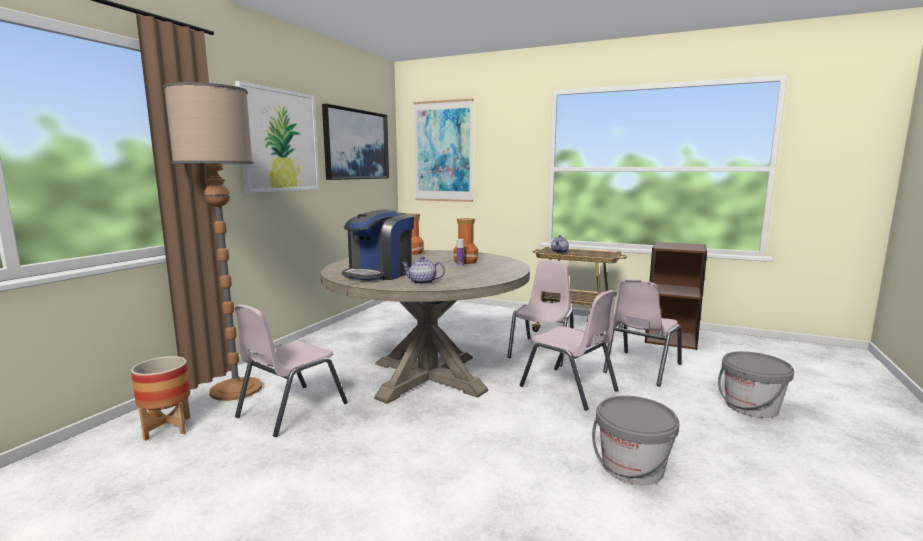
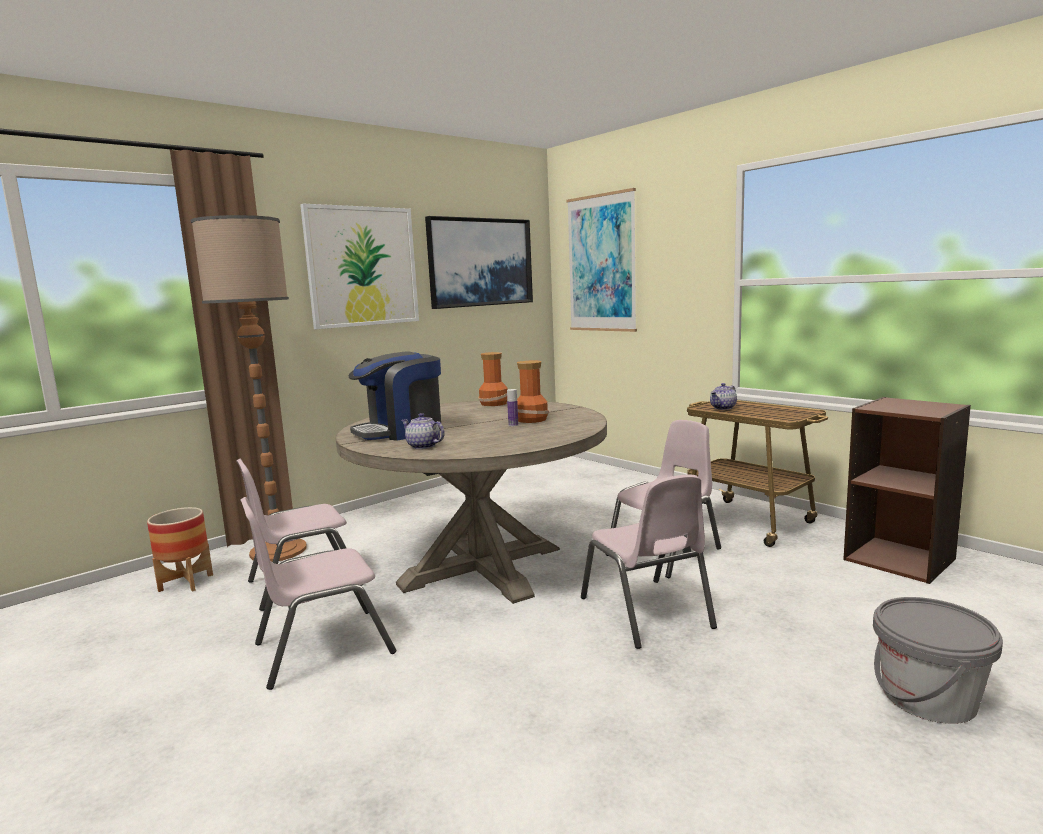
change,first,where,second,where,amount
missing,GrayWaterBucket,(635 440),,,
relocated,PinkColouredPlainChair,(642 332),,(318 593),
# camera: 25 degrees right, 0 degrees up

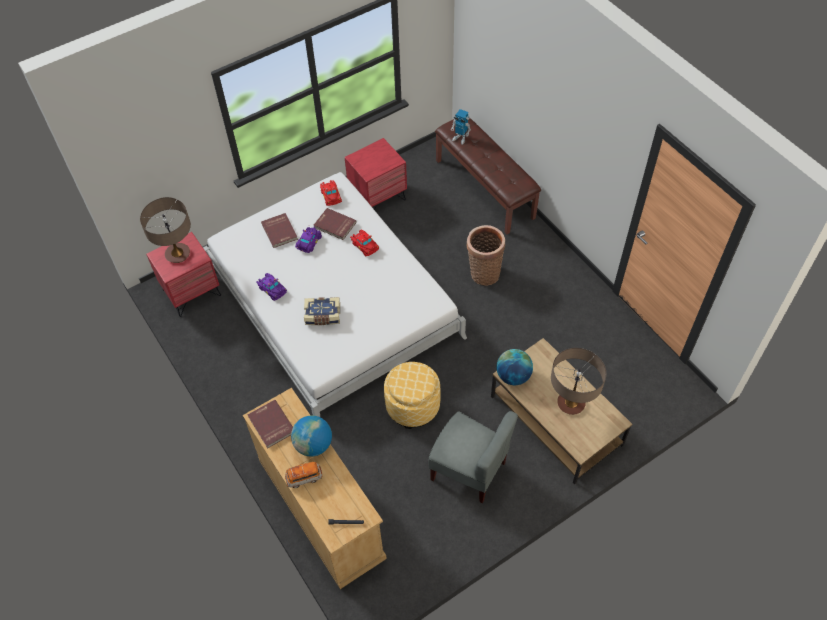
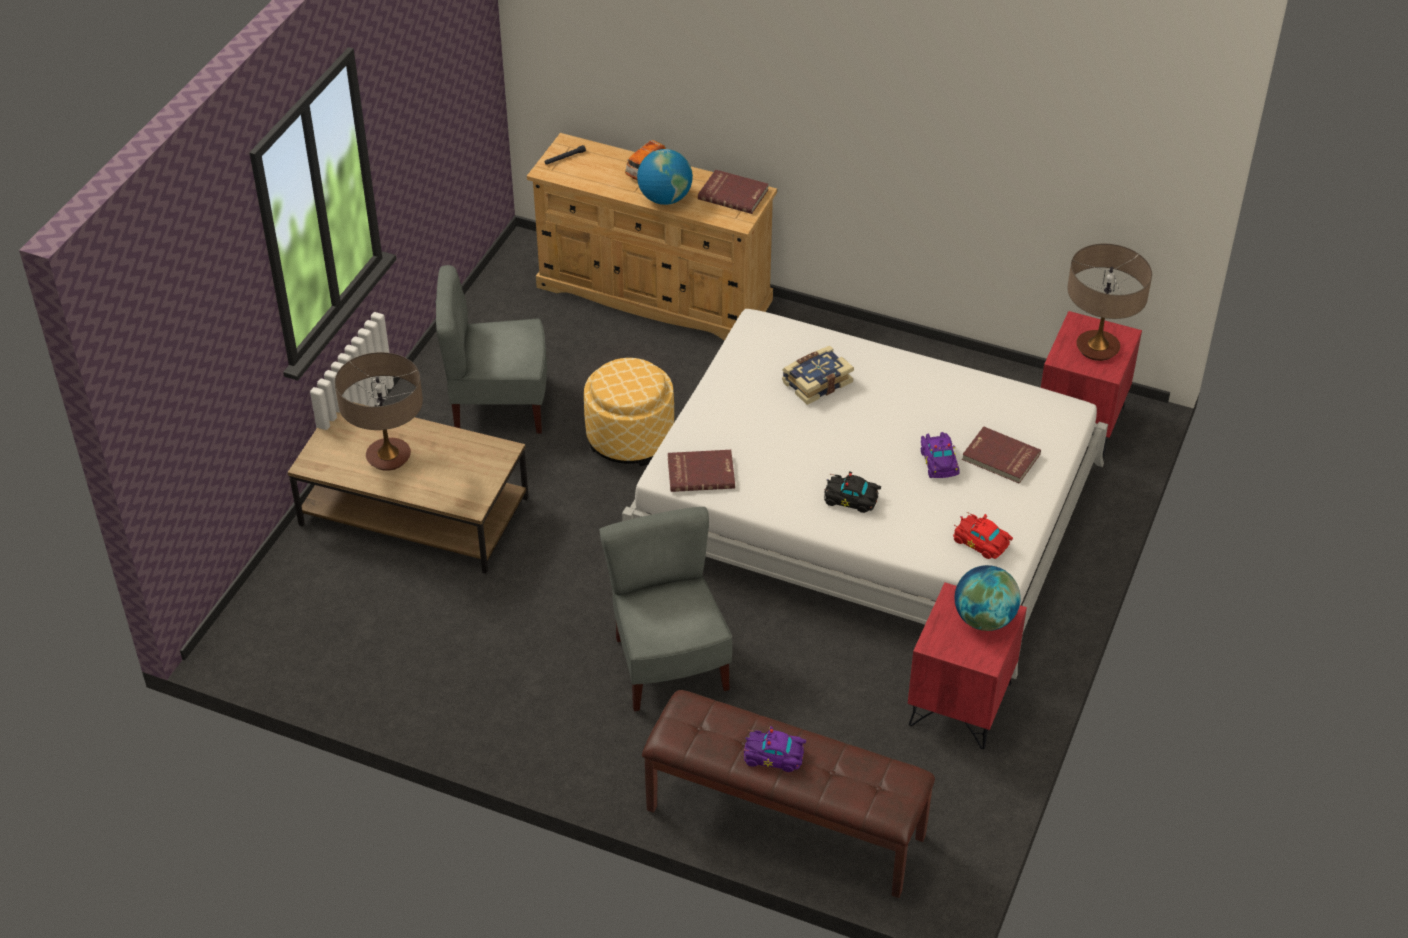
change,first,where,second,where,amount
relocated,PurpleColouredModelCar,(271 287),,(775 749),
relocated,ReddishBook,(335 224),,(701 471),
colour,ReddishModelCar,(364 243),BlackishModelCar,(852 492),
missing,RobotFigure,(461 127),,,
exchanged,HouseholdBasket,(485 255),GrayPlainChair,(665 609),
relocated,Globe,(514 367),,(987 598),
# camera: 145 degrees right, 10 degrees down

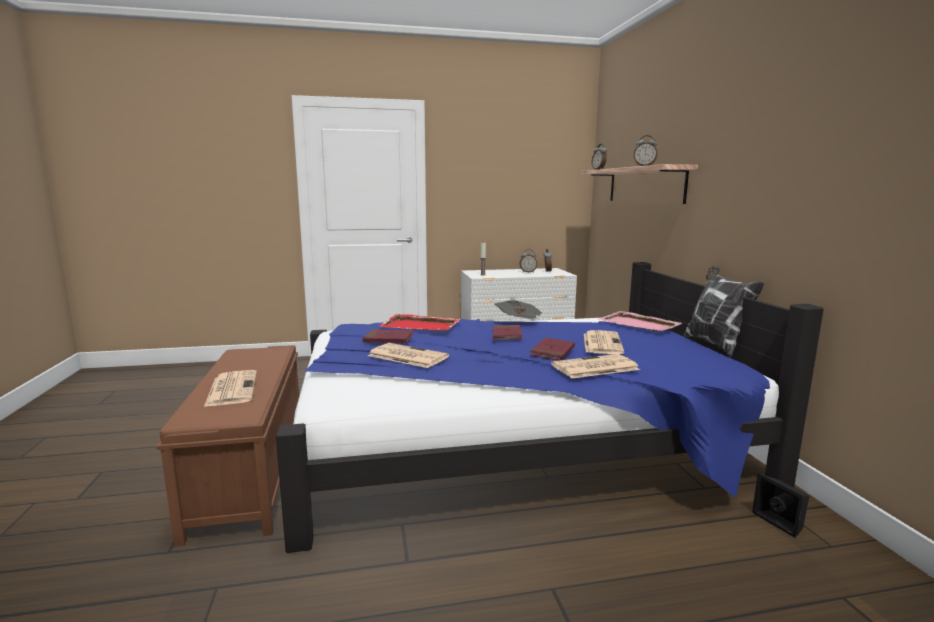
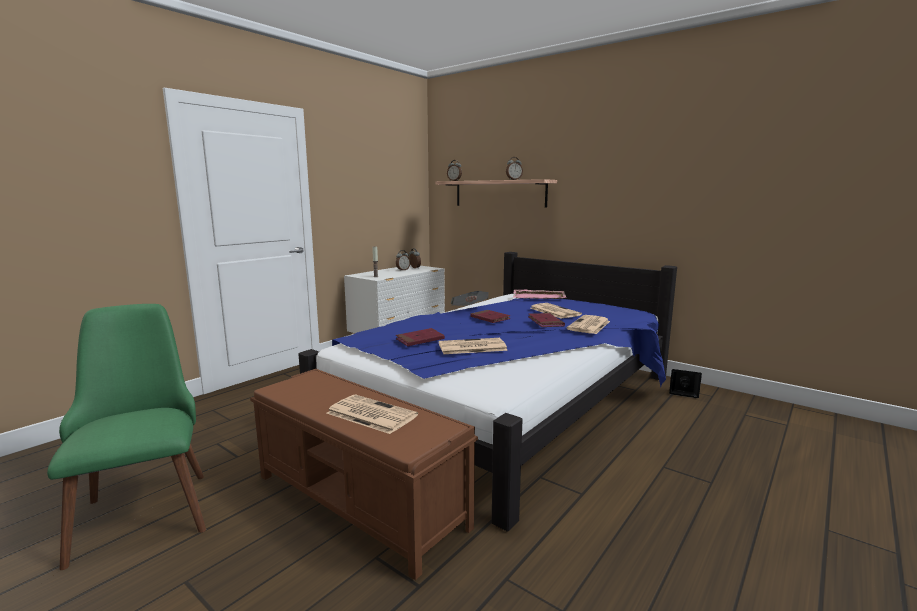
change,first,where,second,where,amount
missing,ReddishCarryingTray,(419 322),,,
missing,Cushion,(724 311),,,
appeared,,,GreenColouredPlainChair,(126 437),
# camera: 40 degrees left, 0 degrees up

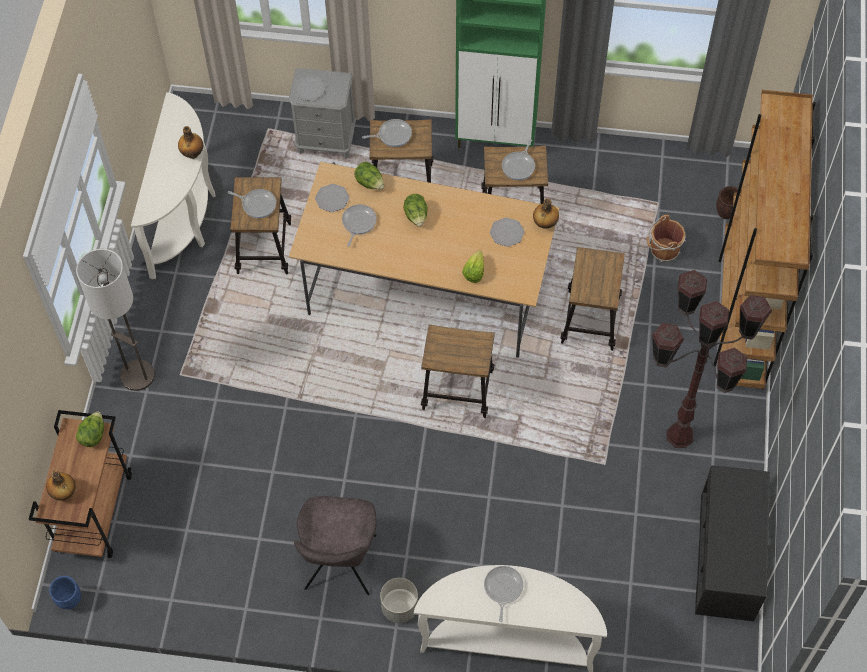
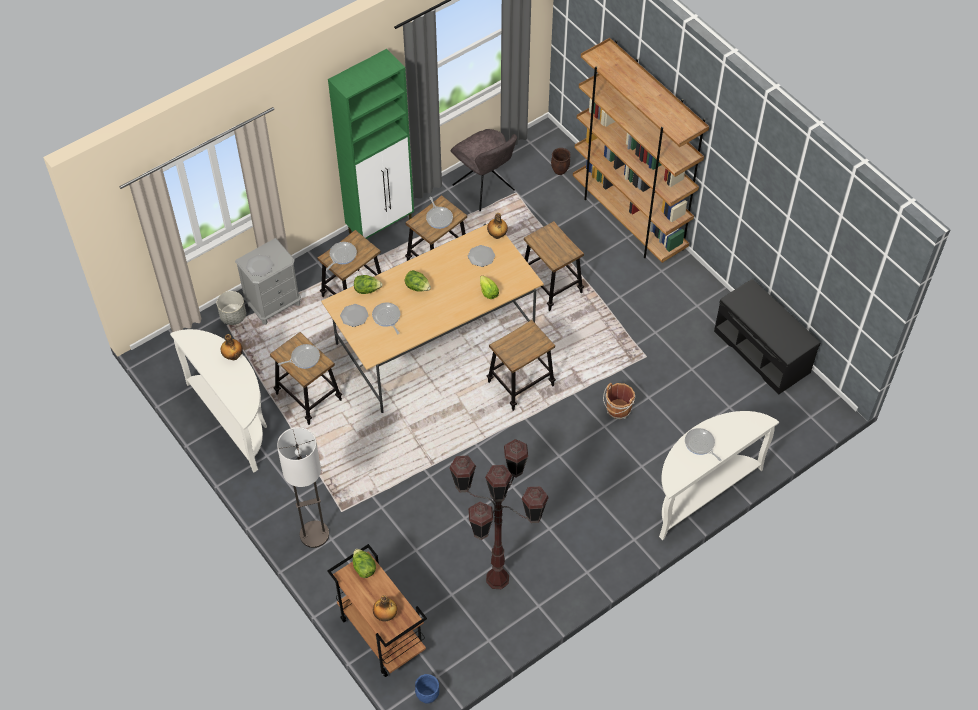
change,first,where,second,where,amount
relocated,GrayPlainChair,(335 545),,(484 170),
relocated,GrayFlowerPot,(399 600),,(231 308),
relocated,BrownishWaterBucket,(666 238),,(619 401),
relocated,BrownishFloorLamp,(712 359),,(499 514),
# camera: 45 degrees left, 5 degrees down

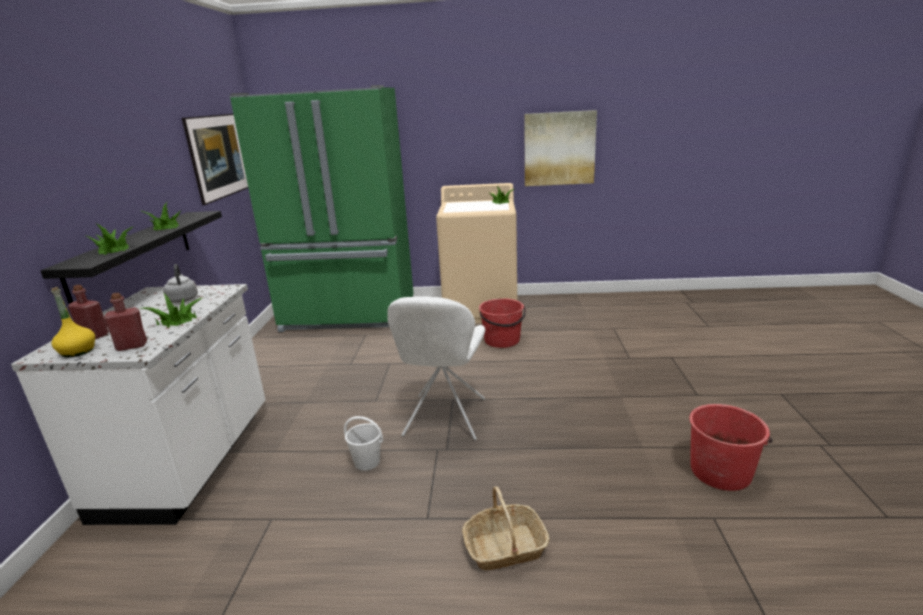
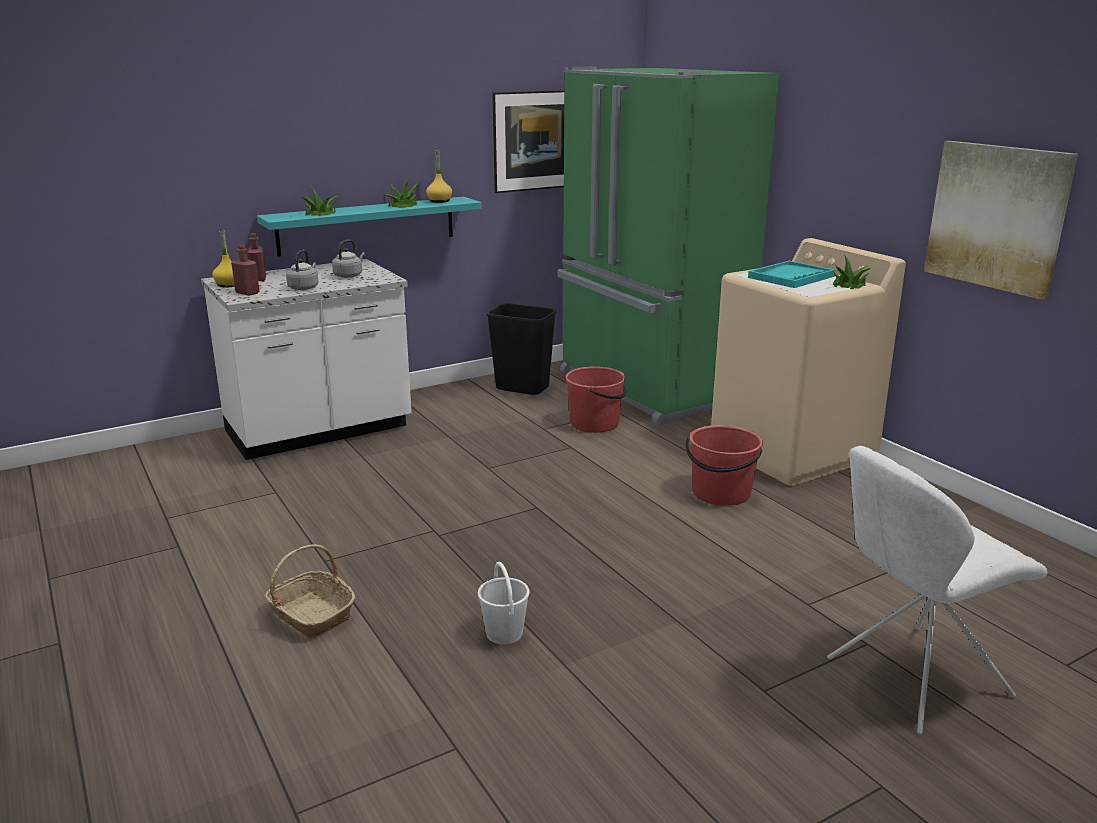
change,first,where,second,where,amount
colour,BlackishWallShelf,(131 257),BlueGreenWallShelf,(369 227),
exchanged,PlantInAPot,(172 310),GrayKettle,(302 270),
relocated,WhiteWaterBucket,(363 443),,(503 603),
relocated,WhitePlainChair,(436 368),,(937 590),
relocated,ReddishWaterBucket,(731 447),,(596 399),
appeared,,,YellowBeverageBottle,(439 176),
appeared,,,BlackishRubbishBin,(521 349),
appeared,,,BlueGreenCarryingTray,(791 274),
# camera: 55 degrees right, 0 degrees up

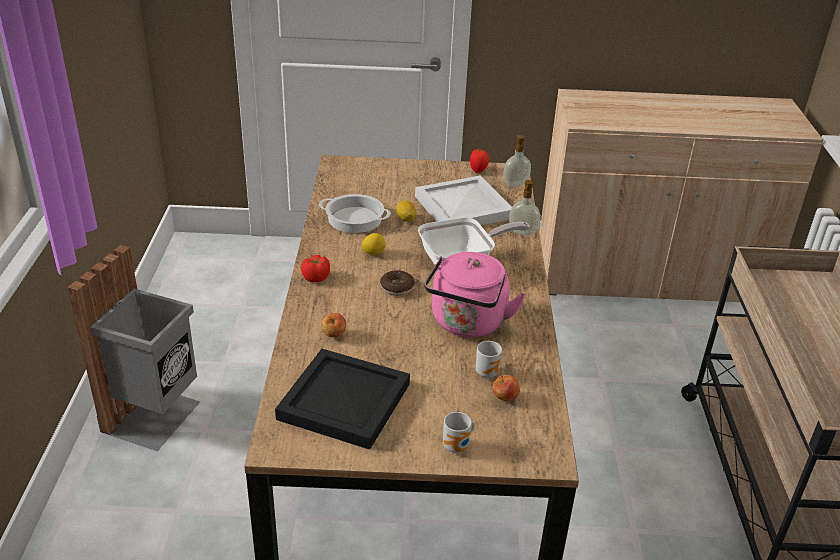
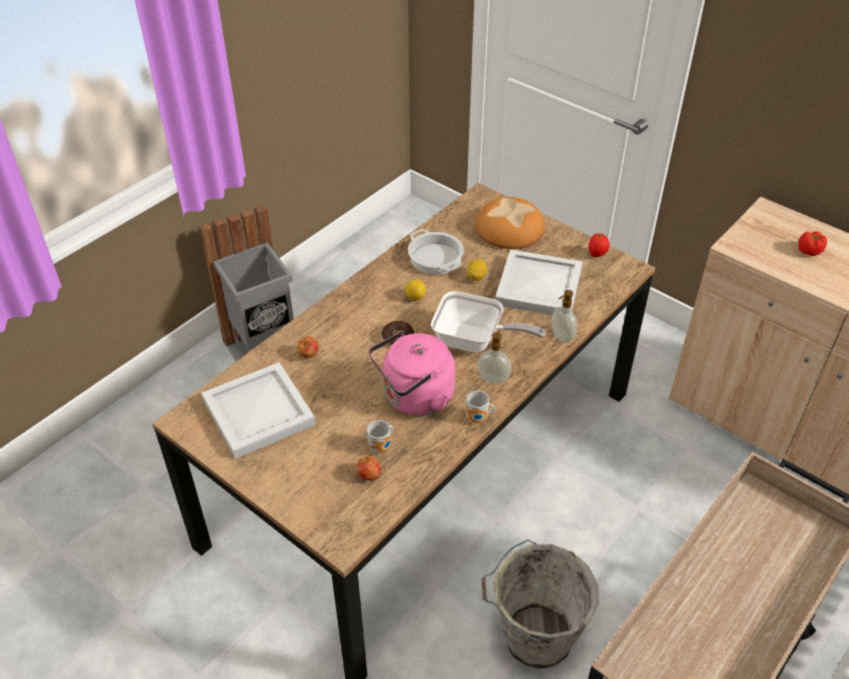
change,first,where,second,where,amount
colour,BlackishCarryingTray,(342 399),WhiteCarryingTray,(259 410),
relocated,Tomato,(315 268),,(812 244),
relocated,CoffeeMug,(459 432),,(480 407),
relocated,SoapBottle,(517 160),,(494 356),
appeared,,,BakeryBread,(510 223),
appeared,,,GrayWaterBucket,(540 604),
# camera: 40 degrees right, 10 degrees up

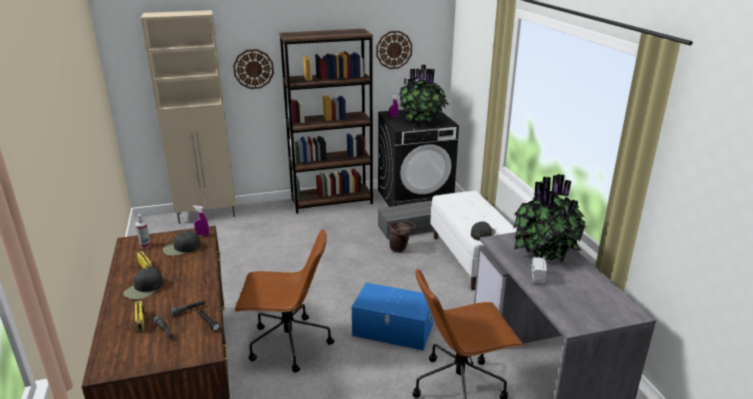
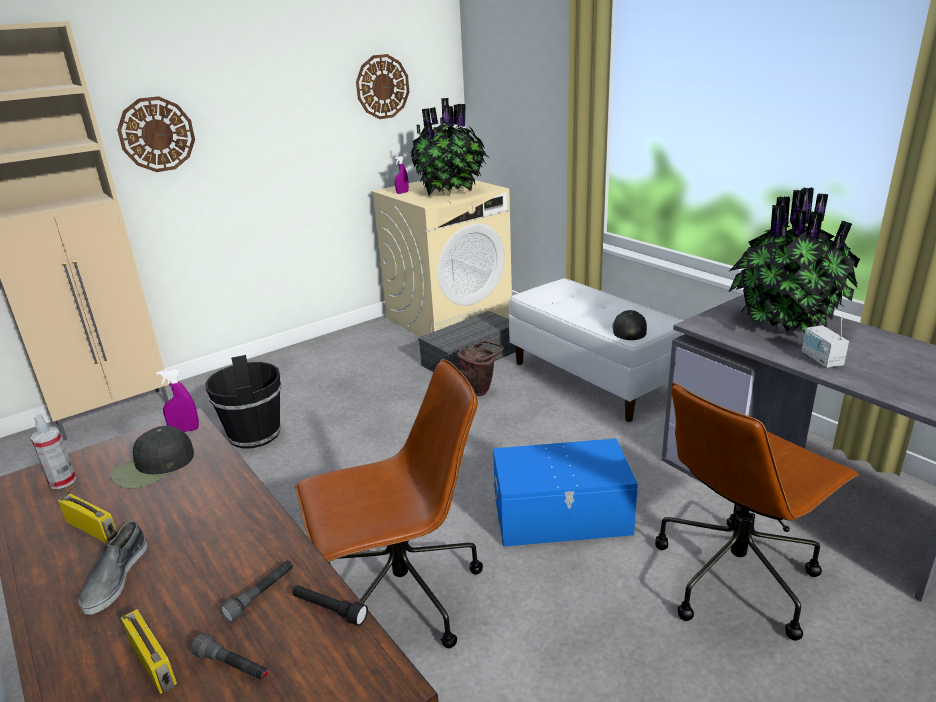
change,first,where,second,where,amount
exchanged,BlackishBaseballCap,(143 283),GrayLowShoe,(112 568),
missing,BrownishBookcase,(326 121),,,
colour,BlackishLaundryMachine,(418 158),SandColouredLaundryMachine,(441 258),
appeared,,,BlackishWaterBucket,(243 402),
# camera: 20 degrees left, 0 degrees up

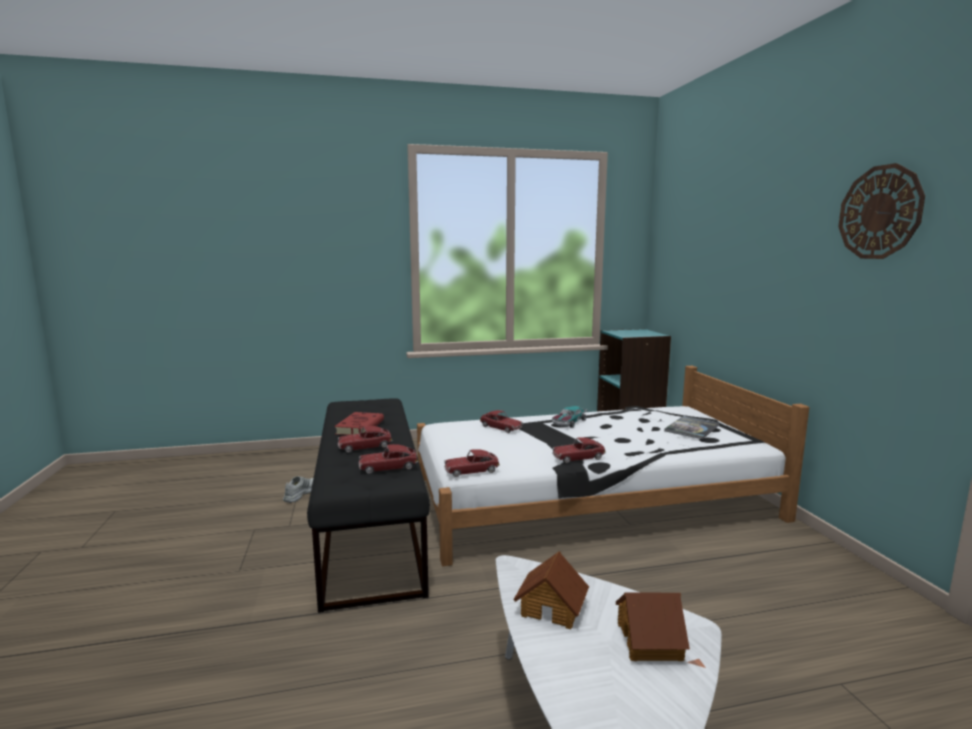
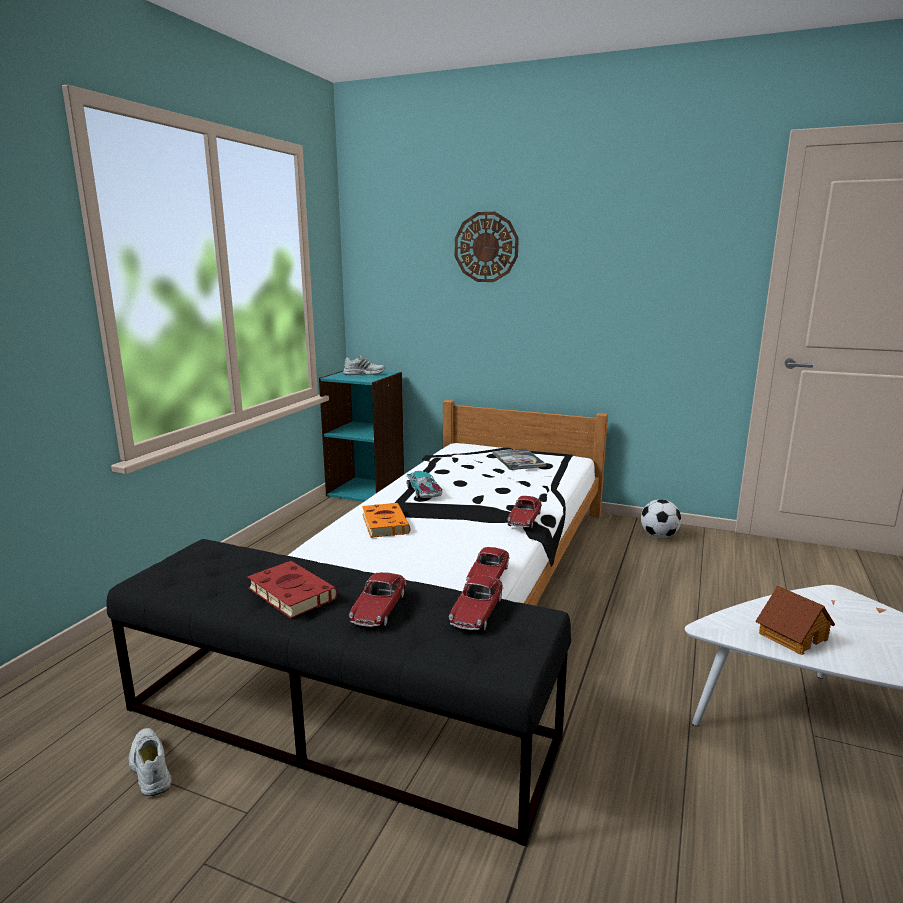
change,first,where,second,where,amount
exchanged,ModelCar,(501 421),OrangeBook,(386 520),
missing,ToyHouse,(653 627),,,
relocated,ClockOnTheWall,(881 211),,(487 247),
appeared,,,WhiteLowShoe,(364 365),
appeared,,,BallForFootball,(661 518),
# camera: 55 degrees left, 5 degrees up

